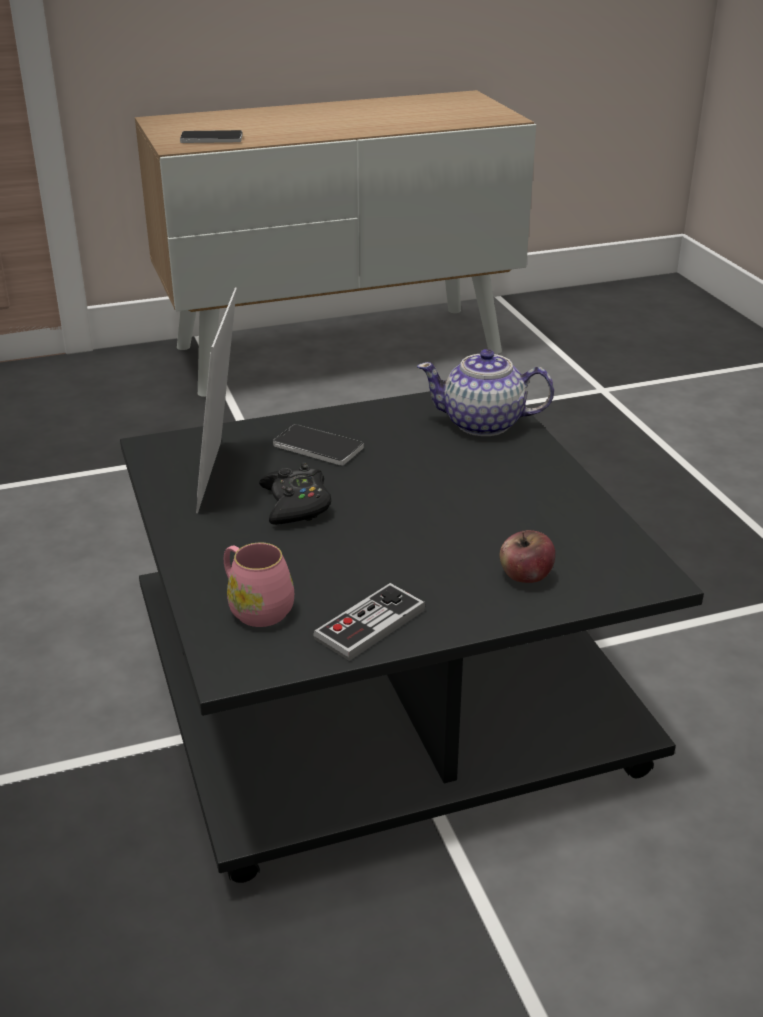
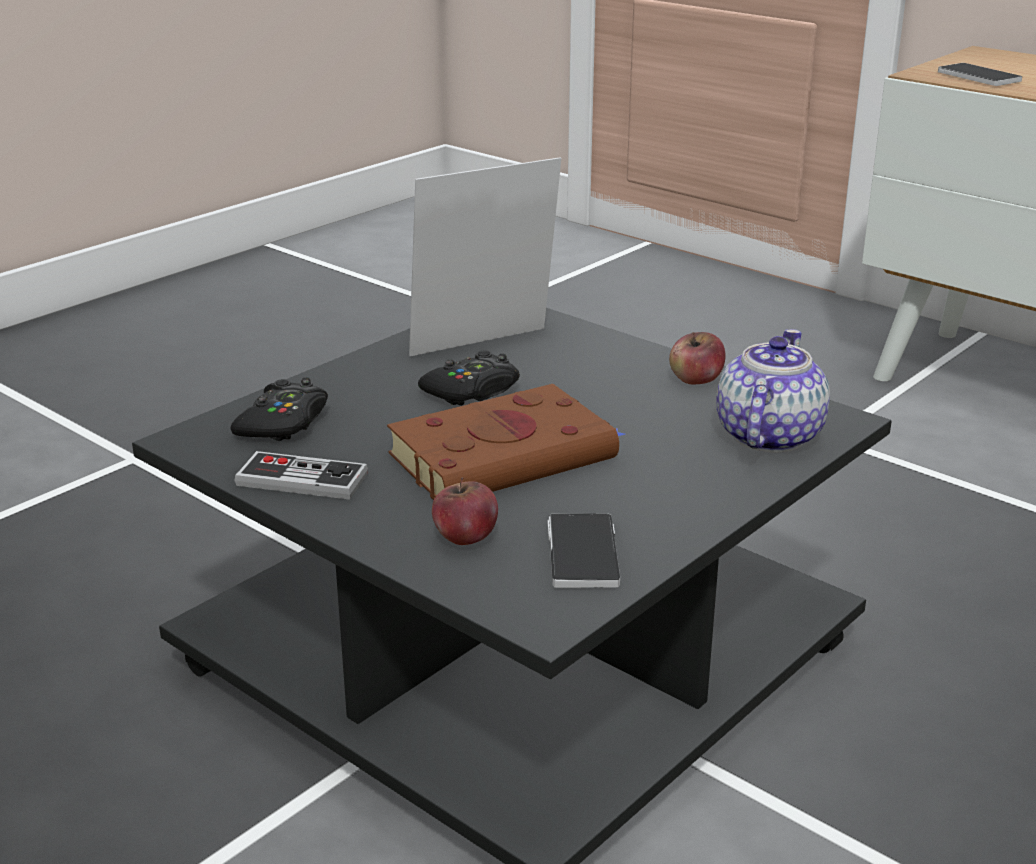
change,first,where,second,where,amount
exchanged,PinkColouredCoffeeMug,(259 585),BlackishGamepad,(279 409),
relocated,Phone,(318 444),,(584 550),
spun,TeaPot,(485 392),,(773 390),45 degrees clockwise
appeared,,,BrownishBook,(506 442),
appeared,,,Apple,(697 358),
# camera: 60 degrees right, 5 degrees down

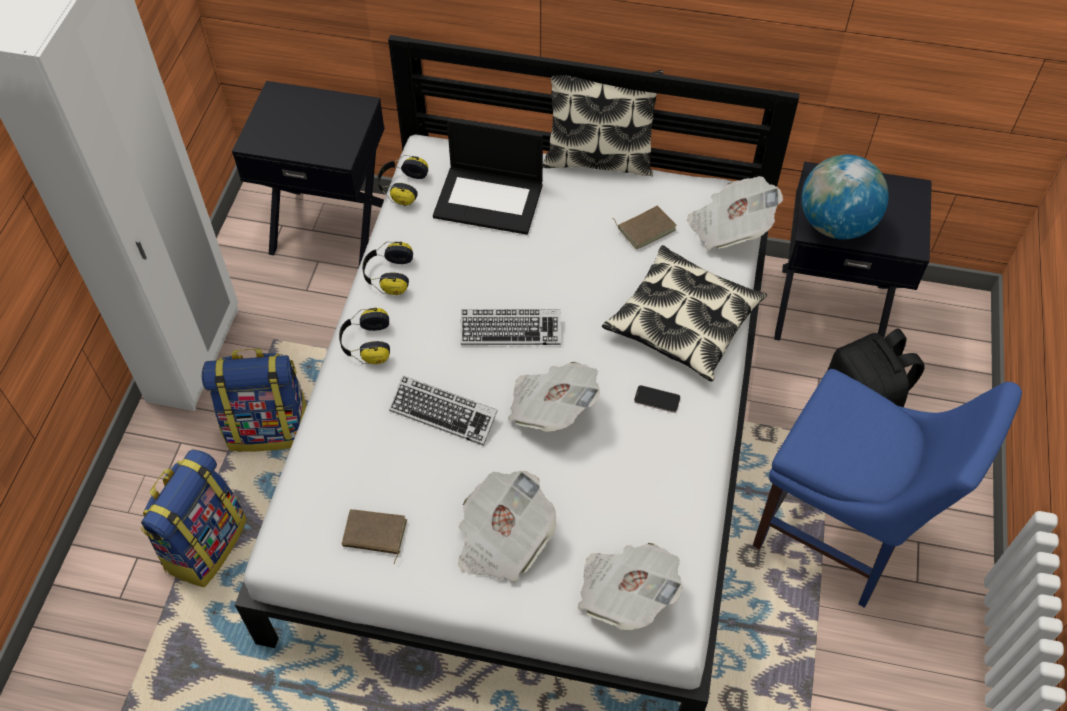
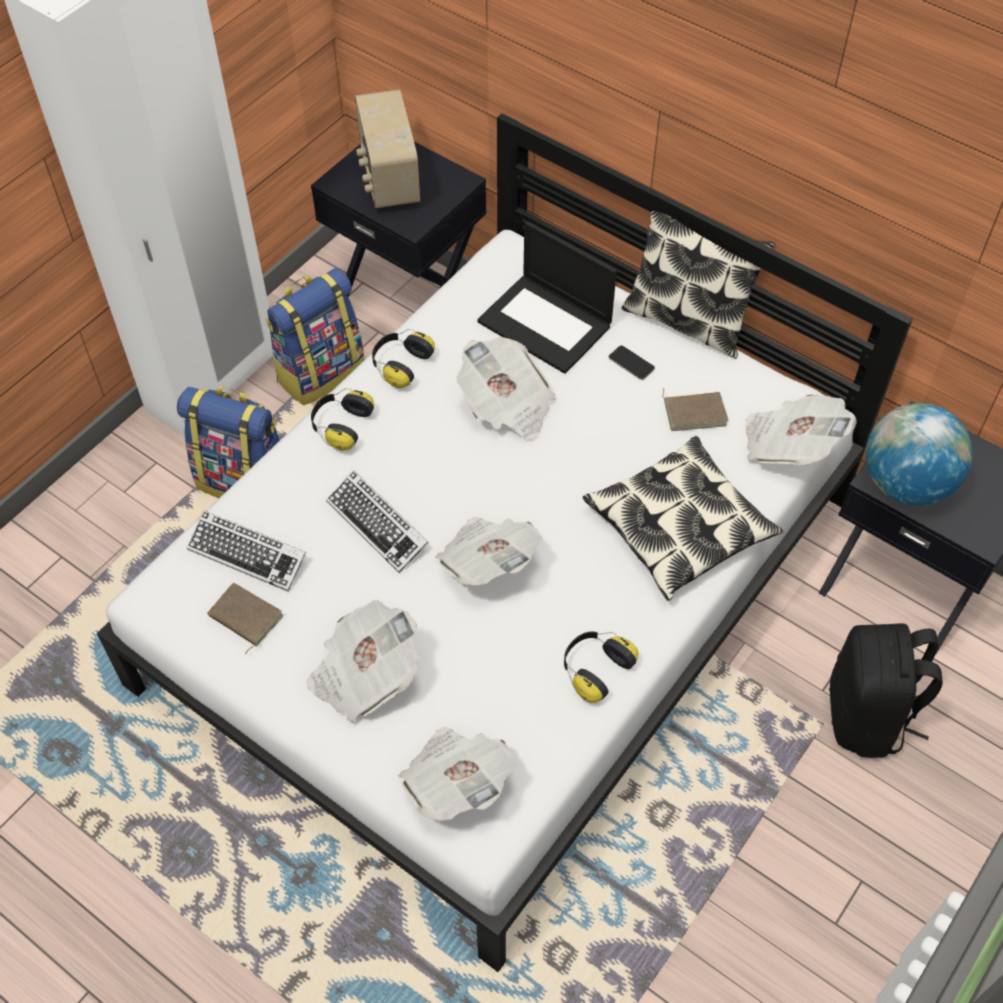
change,first,where,second,where,amount
relocated,Knapsack,(193 518),,(315 336),
relocated,Headset,(402 180),,(601 667),
relocated,Keyboard,(511 327),,(246 551),
relocated,Phone,(657 399),,(631 362),
missing,BlueColouredPlainChair,(887 488),,,
appeared,,,RadioSet,(387 148),
appeared,,,Newspaper,(506 388),
# camera: 25 degrees right, 0 degrees up

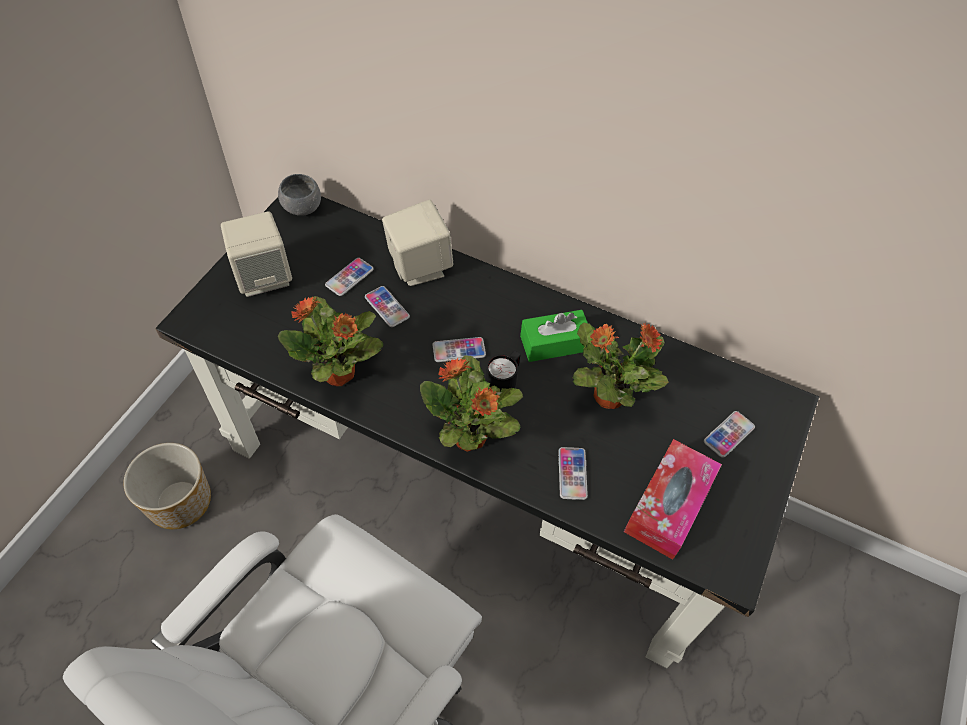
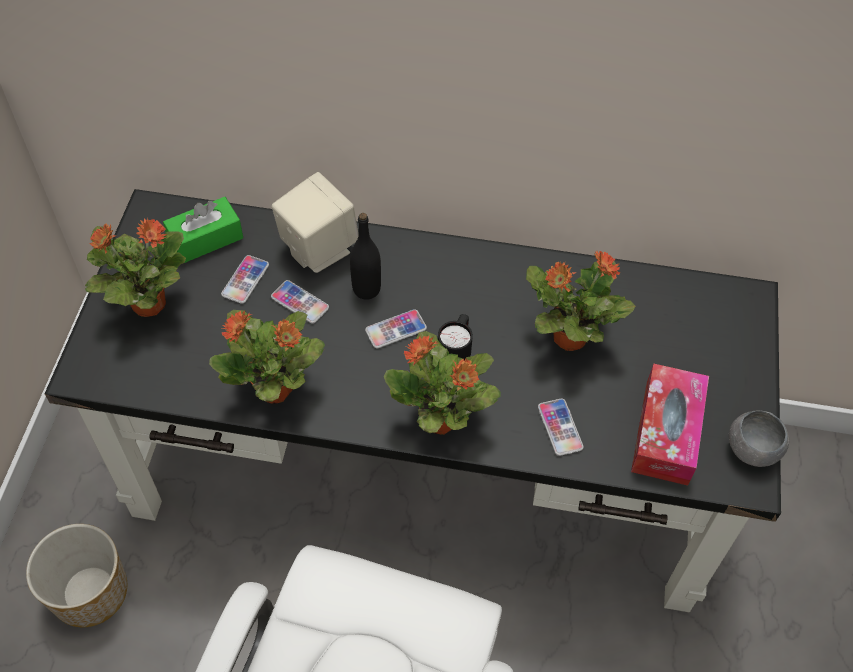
change,first,where,second,where,amount
exchanged,SandColouredAudioSpeaker,(256 254),PlantInAPot,(135 267),
relocated,GrayBowl,(299 195),,(759 438),
relocated,GreenColouredTissueHolder,(556 336),,(203 230),
missing,Phone,(729 434),,,
appeared,,,BlackishBeverageBottle,(365 256),
# camera: 15 degrees left, 0 degrees up

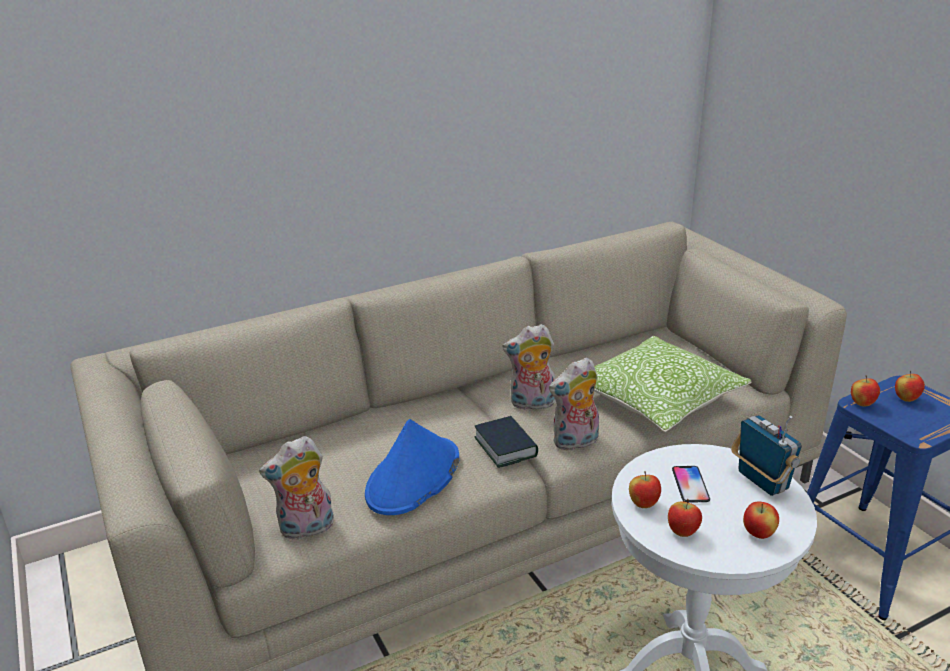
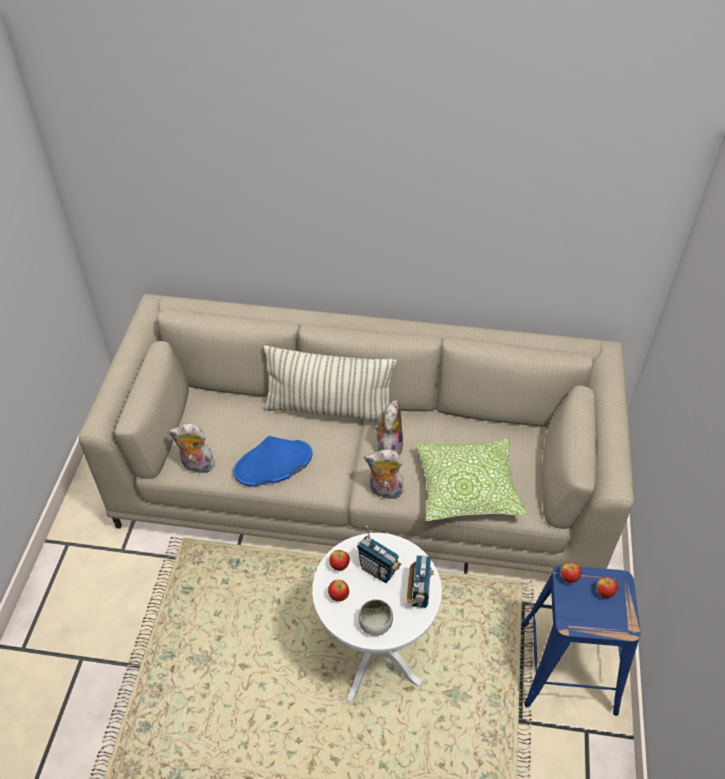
change,first,where,second,where,amount
missing,Book,(506 442),,,
spun,PlushToy,(529 368),,(389 427),75 degrees clockwise
exchanged,Phone,(691 484),RadioSet,(379 554),
exchanged,Apple,(761 520),Bowl,(376 617),
appeared,,,Cushion,(330 383),
# camera: 35 degrees right, 20 degrees up

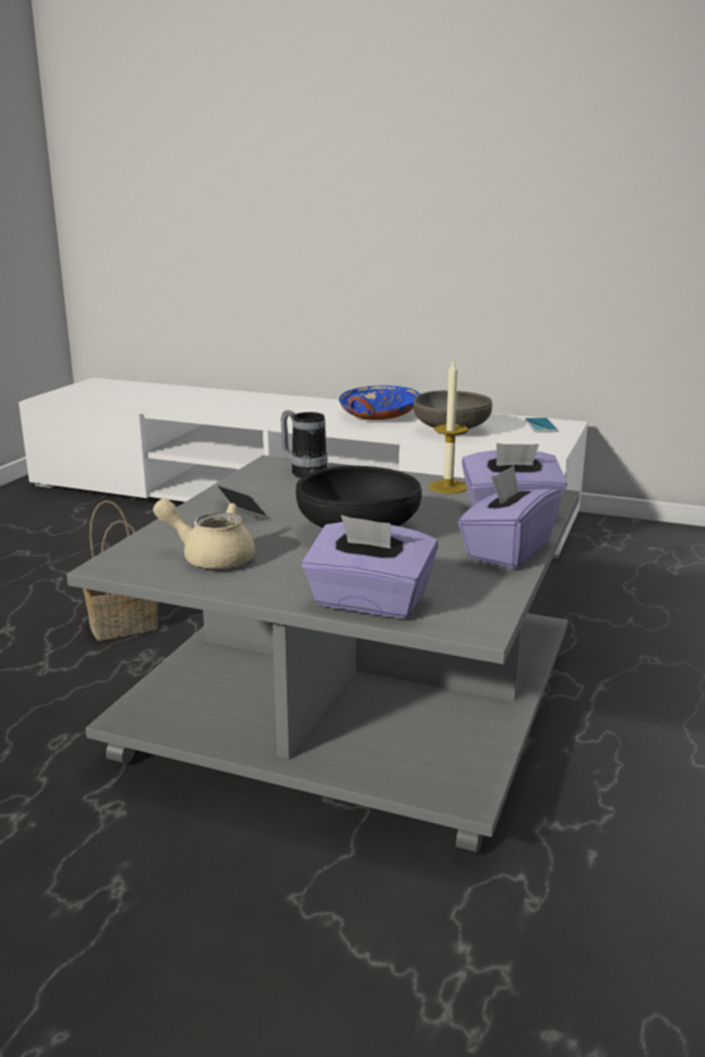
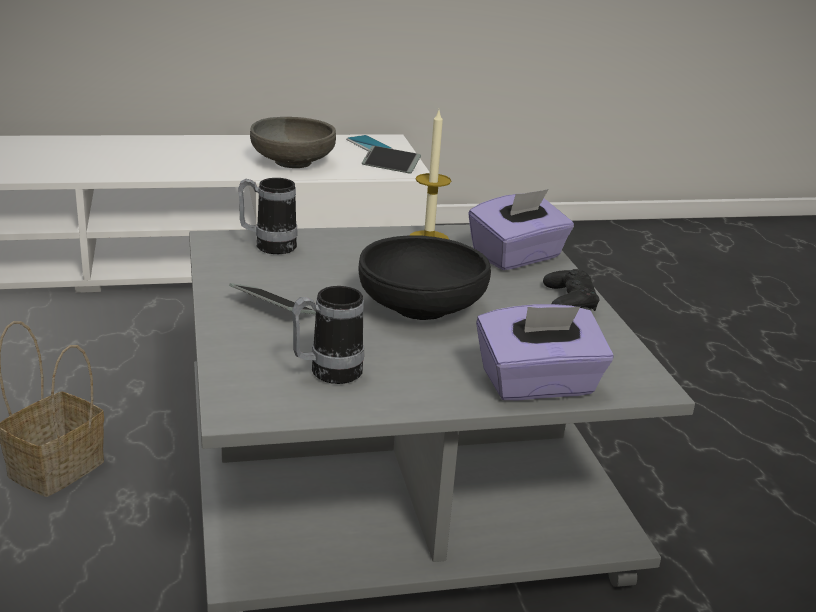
change,first,where,second,where,amount
exchanged,SandColouredTeaPot,(204 533),CoffeeMug,(328 335),
missing,BlueColouredBowl,(379 402),,,
exchanged,PurpleColouredTissueHolder,(509 517),BlackishGamepad,(571 290),
appeared,,,Phone,(391 159),
# camera: 35 degrees left, 5 degrees up

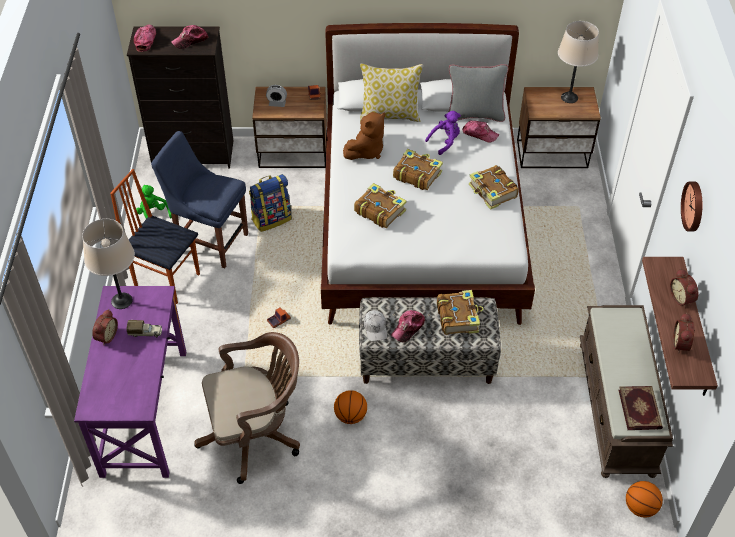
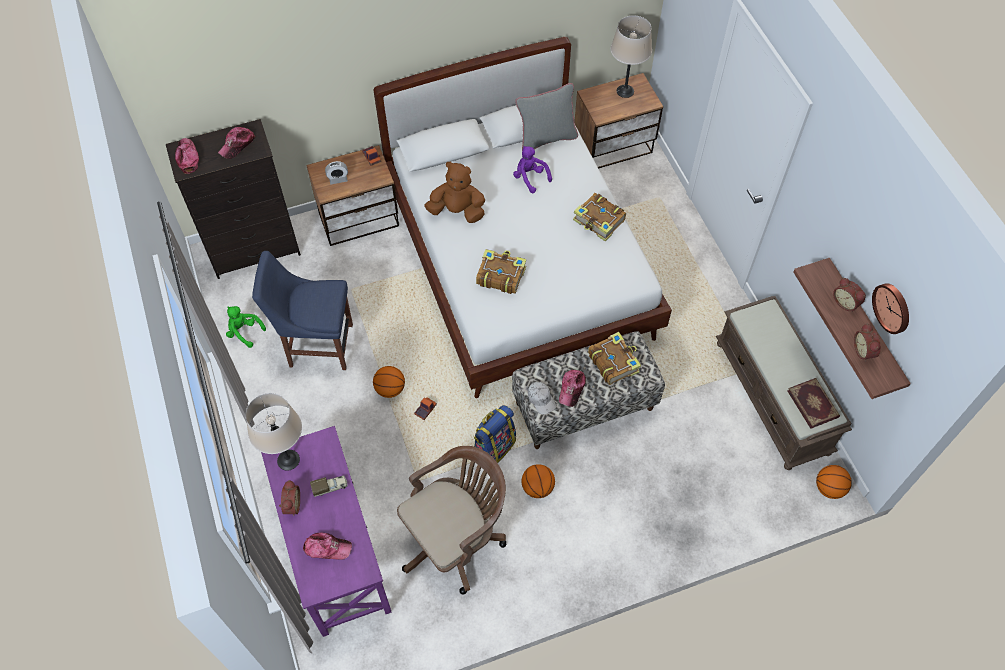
change,first,where,second,where,amount
missing,PlainChair,(155 236),,,
relocated,Knapsack,(270 203),,(494 434),
spun,BrownishPlushToy,(364 136),,(454 192),105 degrees counterclockwise
missing,Cushion,(391 92),,,
missing,Book,(418 169),,,
spun,PurpleColouredPlushToy,(443 133),,(532 169),75 degrees counterclockwise
relocated,BaseballCap,(480 132),,(327 546),
relocated,ClockOnTheWall,(691 206),,(890 308),
appeared,,,BasketballBall,(389 382),
# camera: 20 degrees left, 10 degrees up

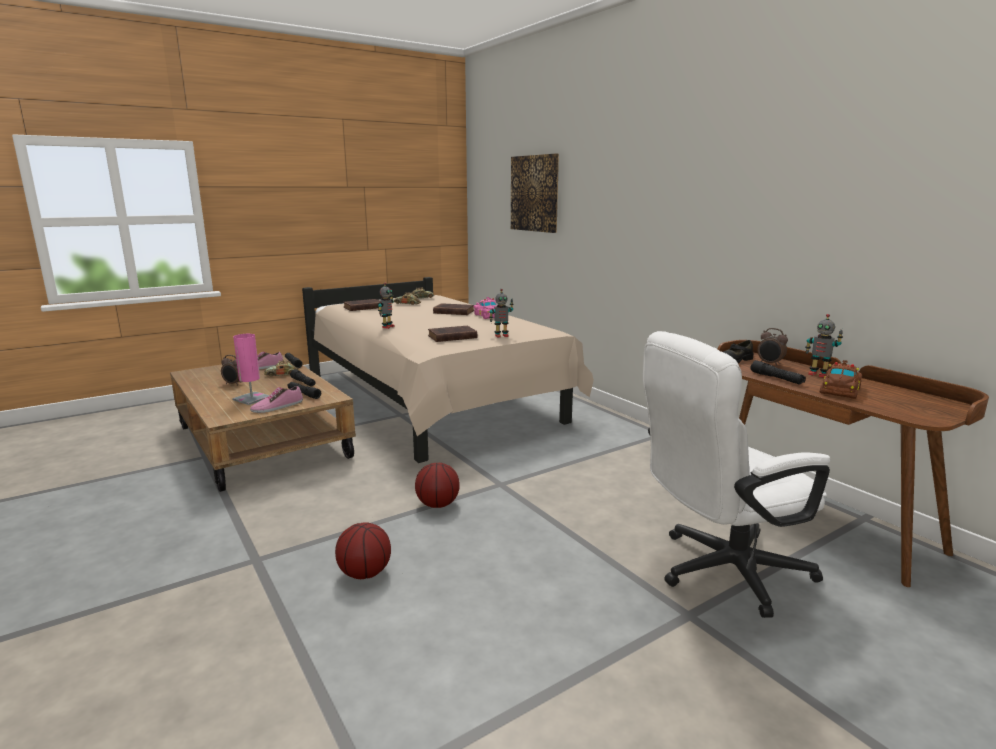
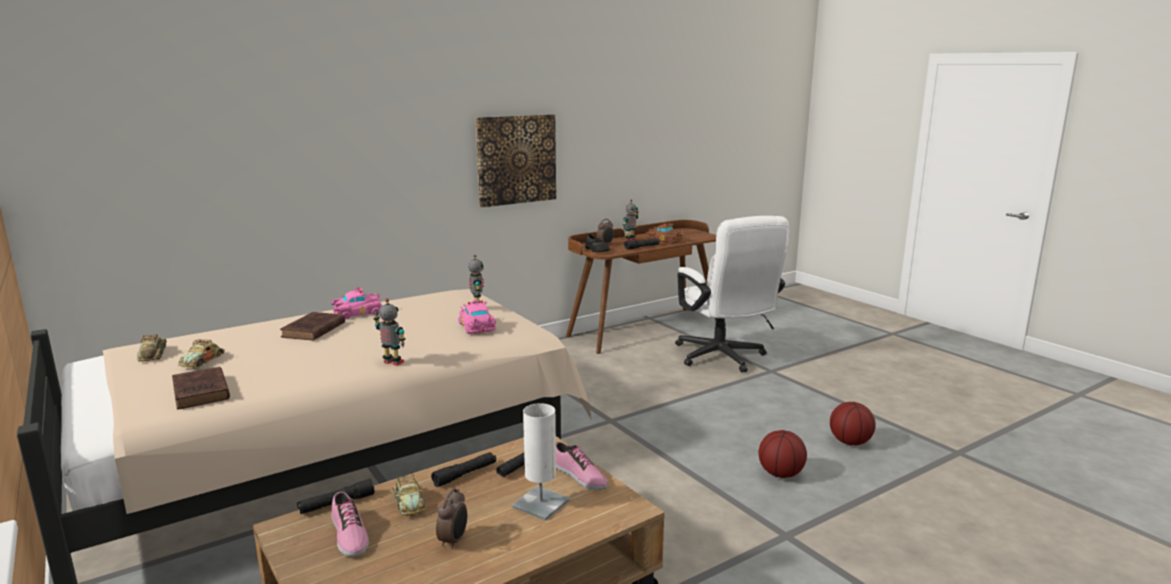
change,first,where,second,where,amount
colour,PinkColouredLampForATable,(250 369),WhiteLampForATable,(541 462),
relocated,BasketballBall,(437 485),,(853 423),
exchanged,BrownishBook,(452 334),PinkColouredModelCar,(477 316),
relocated,Picture,(535 193),,(516 160),
# camera: 90 degrees left, 0 degrees up

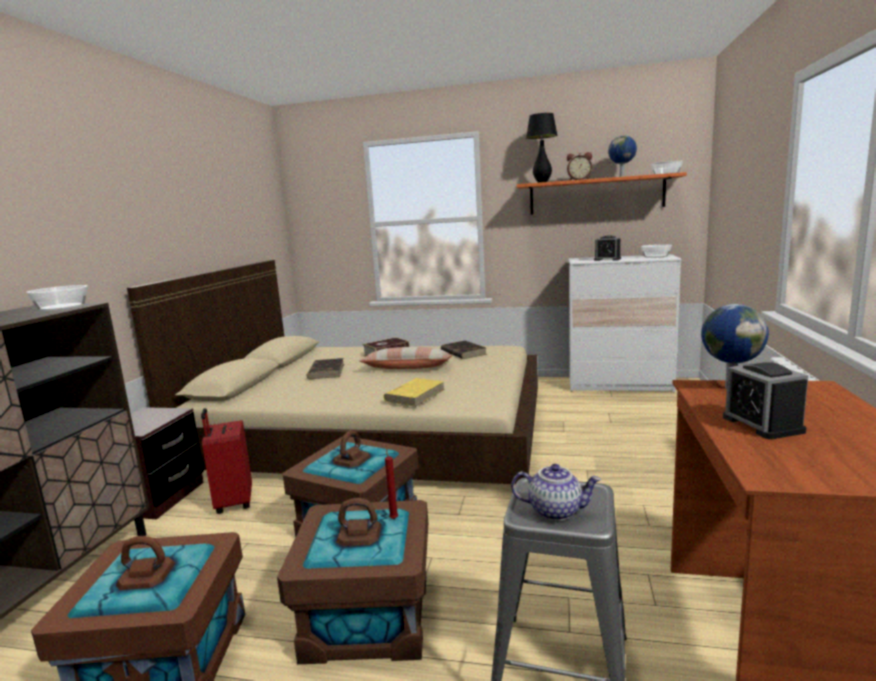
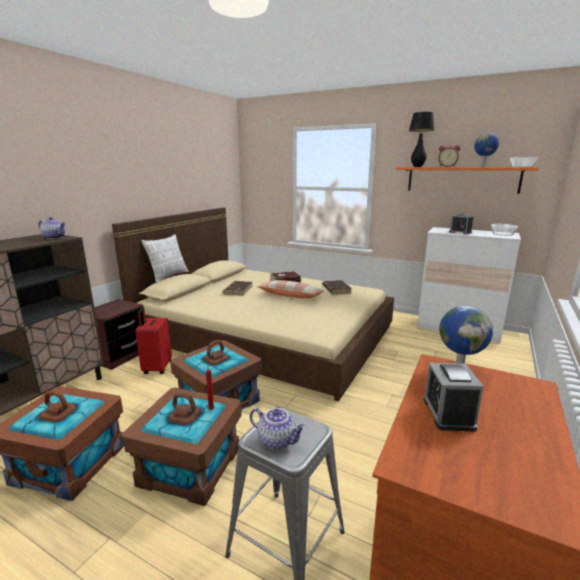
change,first,where,second,where,amount
exchanged,Bowl,(57 298),TeaPot,(52 228),
missing,YellowBook,(414 392),,,
appeared,,,Cushion,(165 258),
# camera: 15 degrees right, 5 degrees up

